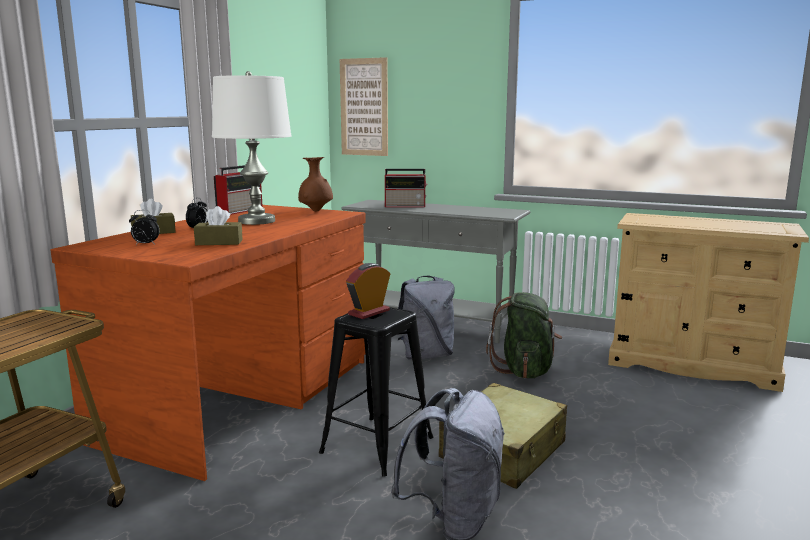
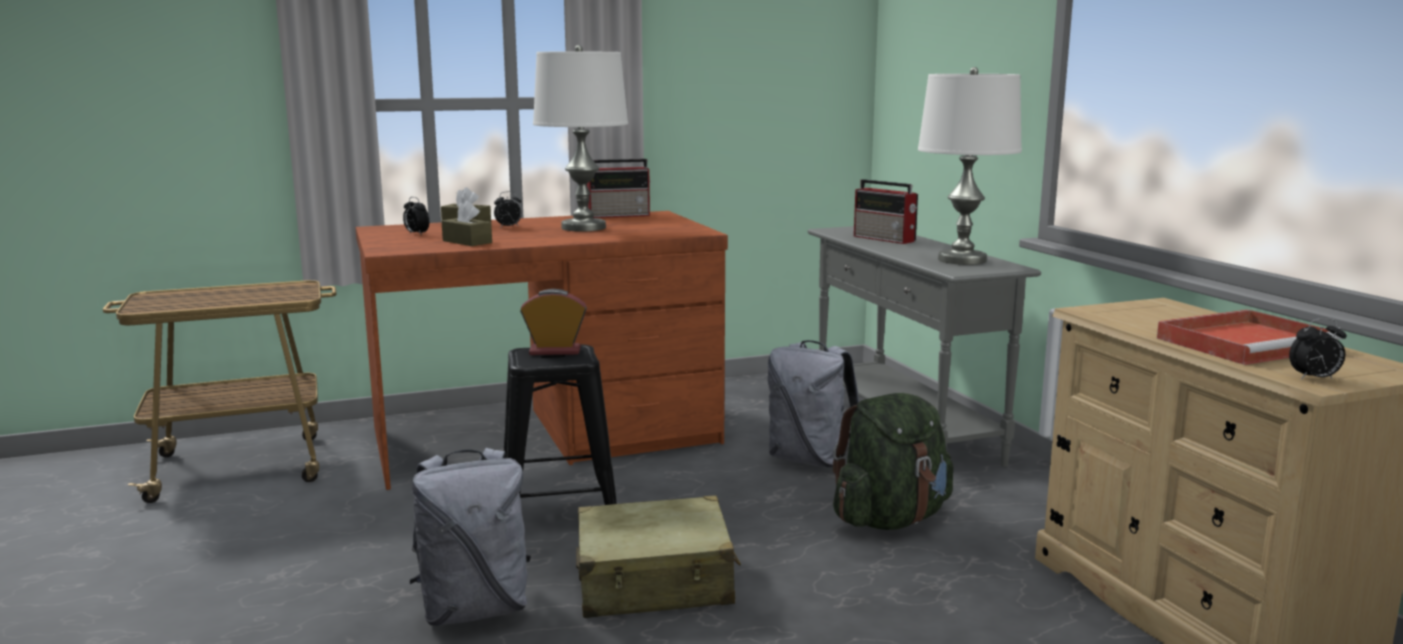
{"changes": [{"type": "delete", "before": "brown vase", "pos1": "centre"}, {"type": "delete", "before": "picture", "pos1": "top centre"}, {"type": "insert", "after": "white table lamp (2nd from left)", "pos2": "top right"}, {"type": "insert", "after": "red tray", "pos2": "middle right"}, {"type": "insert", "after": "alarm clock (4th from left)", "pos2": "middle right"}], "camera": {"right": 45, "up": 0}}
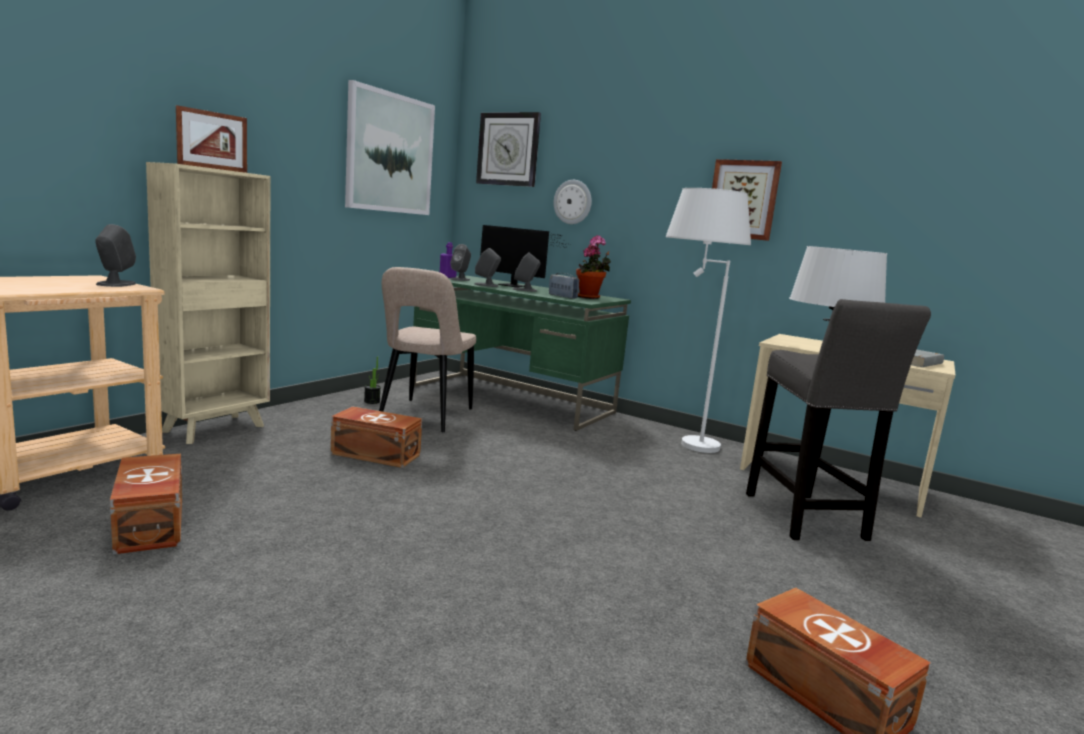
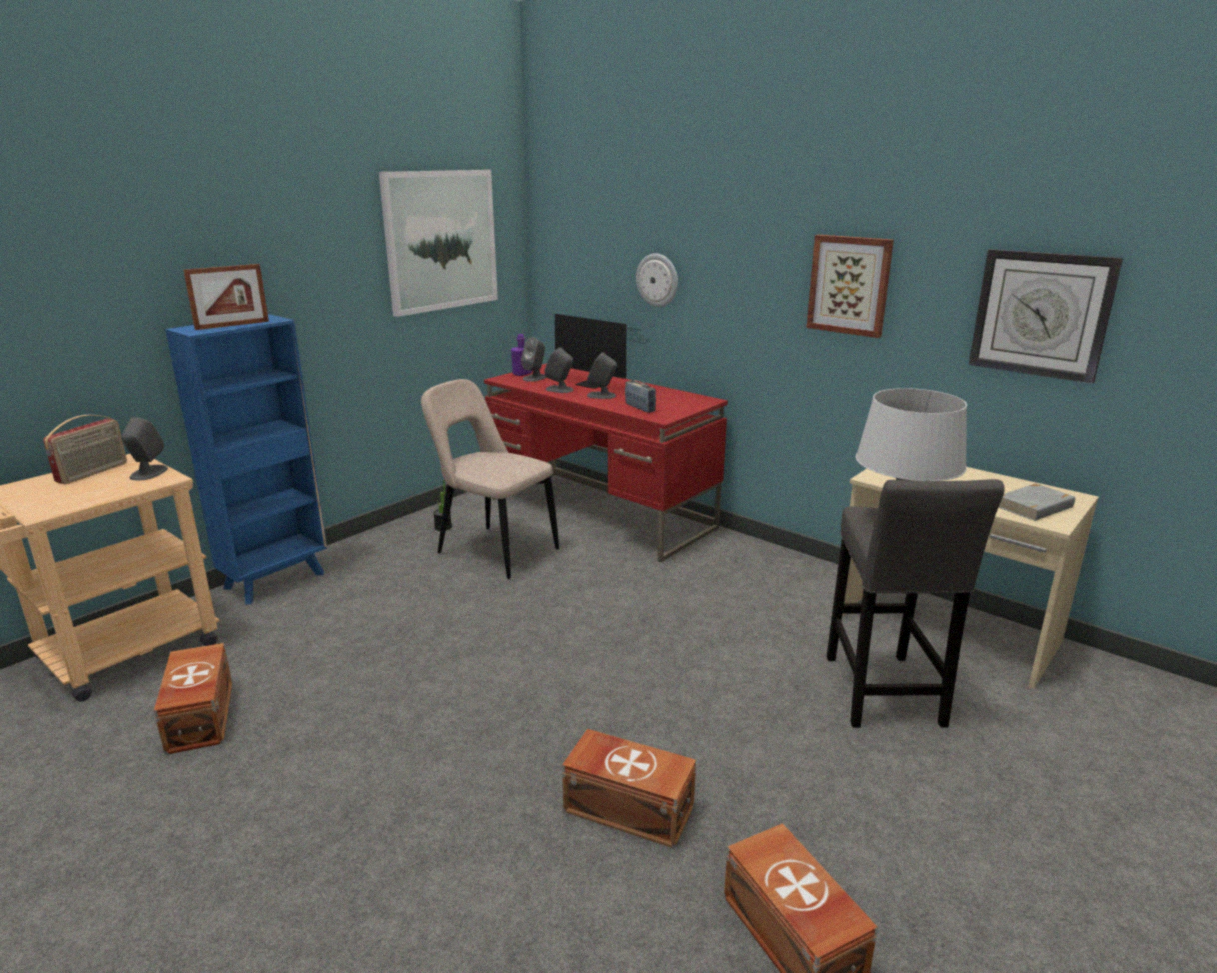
{"changes": [{"type": "recolor", "before": "beige bookcase", "after": "blue bookcase", "pos1": "middle left", "pos2": "middle left"}, {"type": "move", "before": "brown storage box (2nd from left)", "pos1": "centre", "pos2": "bottom centre"}, {"type": "rotate", "before": "beige chair", "pos1": "centre", "pos2": "centre", "turn": 105}, {"type": "recolor", "before": "green desk", "after": "red desk", "pos1": "centre", "pos2": "centre"}, {"type": "move", "before": "wall clock (1st from left in the first image)", "after": "wall clock (2nd from left)", "pos1": "top centre", "pos2": "top right"}, {"type": "delete", "before": "potted plant (2nd from left)", "pos1": "centre"}, {"type": "delete", "before": "white floor lamp", "pos1": "centre"}, {"type": "insert", "after": "radio (1st from left)", "pos2": "middle left"}], "camera": {"right": 10, "up": 10}}
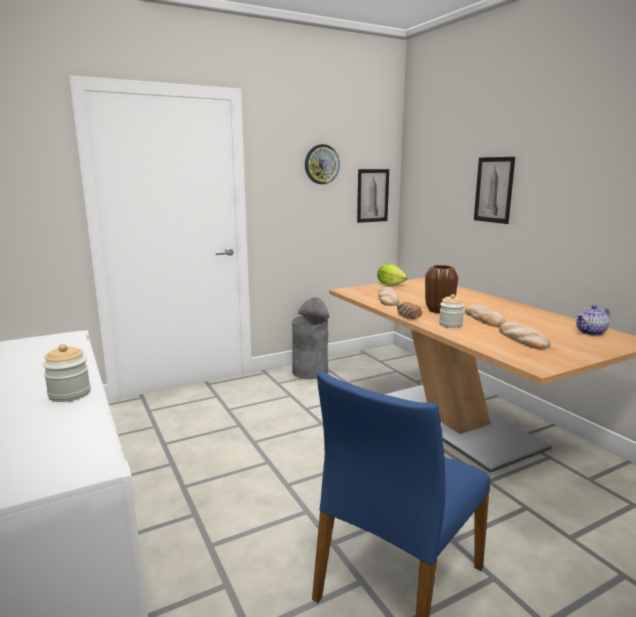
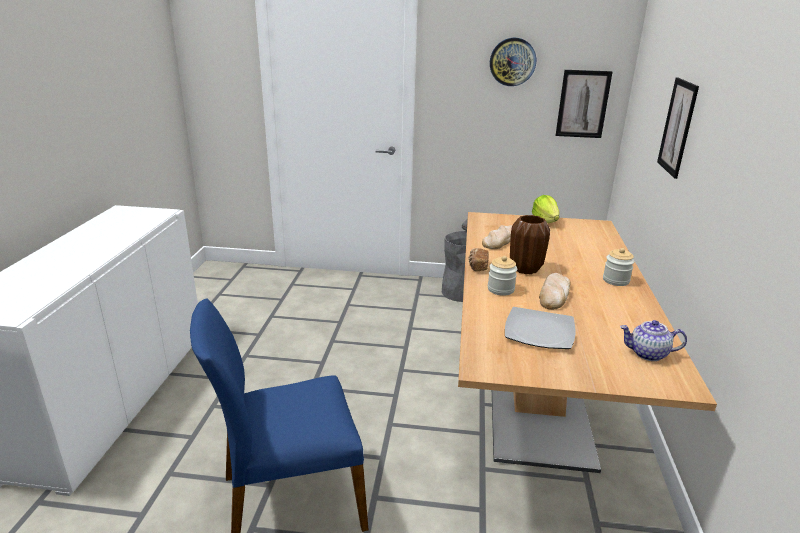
{"changes": [{"type": "move", "before": "jar (1st from left in the first image)", "after": "jar (2nd from left)", "pos1": "middle left", "pos2": "middle right"}, {"type": "replace", "before": "bread (4th from left)", "after": "plate", "pos1": "middle right", "pos2": "middle right"}], "camera": {"right": 35, "up": 10}}
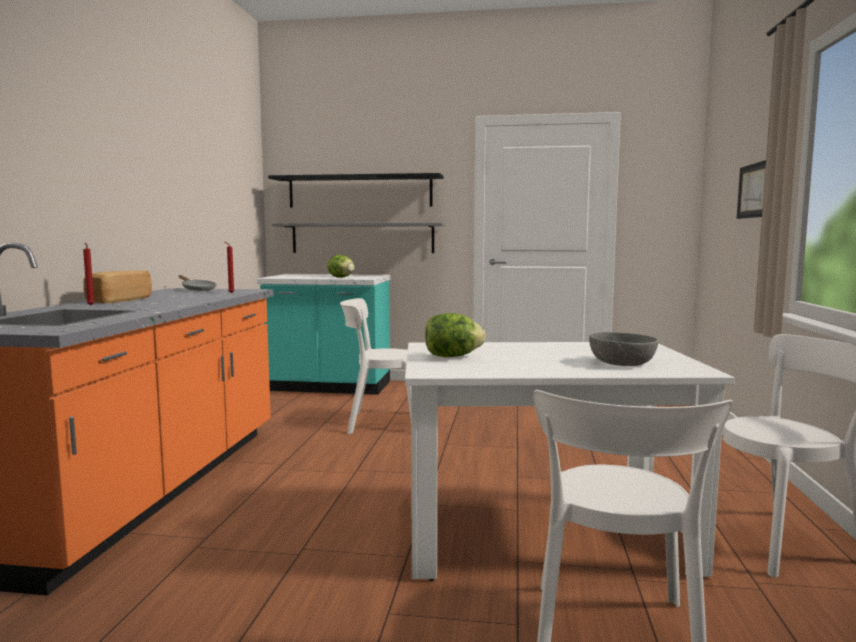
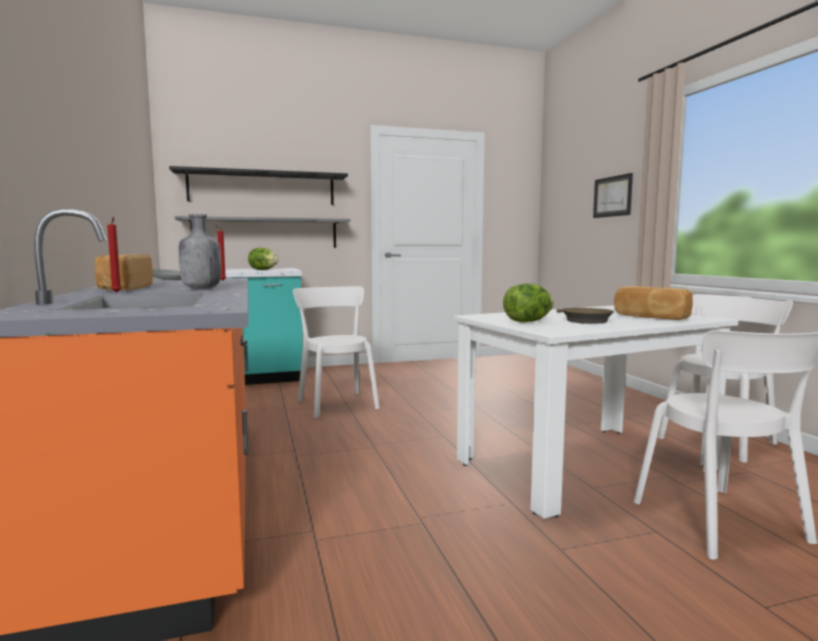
{"changes": [{"type": "rotate", "before": "white chair (1st from left)", "pos1": "centre", "pos2": "centre", "turn": 90}, {"type": "replace", "before": "grey bowl", "after": "bread (2nd from left)", "pos1": "middle right", "pos2": "middle right"}, {"type": "insert", "after": "grey bottle", "pos2": "middle left"}, {"type": "insert", "after": "brown frying pan", "pos2": "middle right"}], "camera": {"right": -25, "up": 0}}
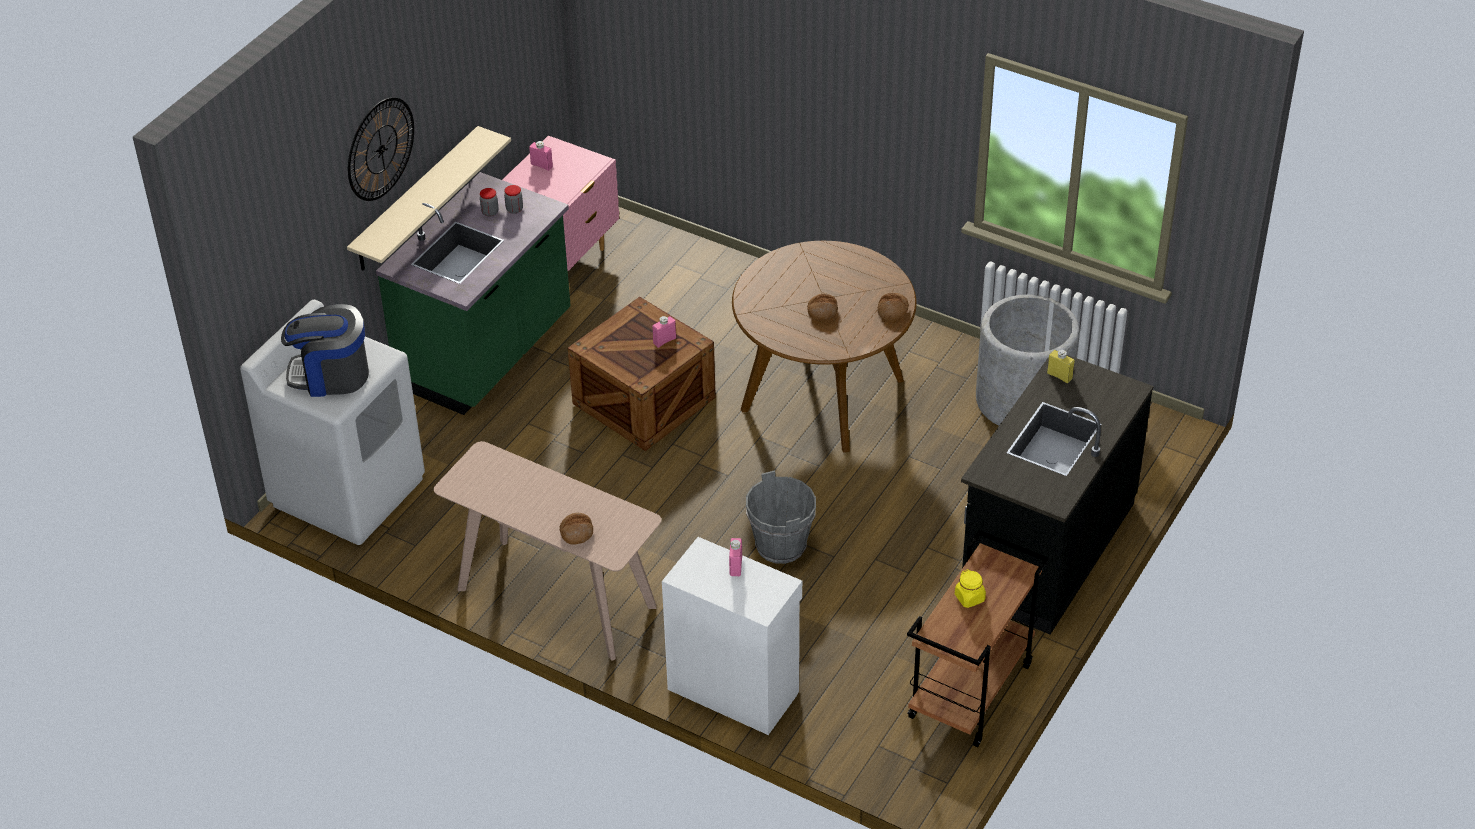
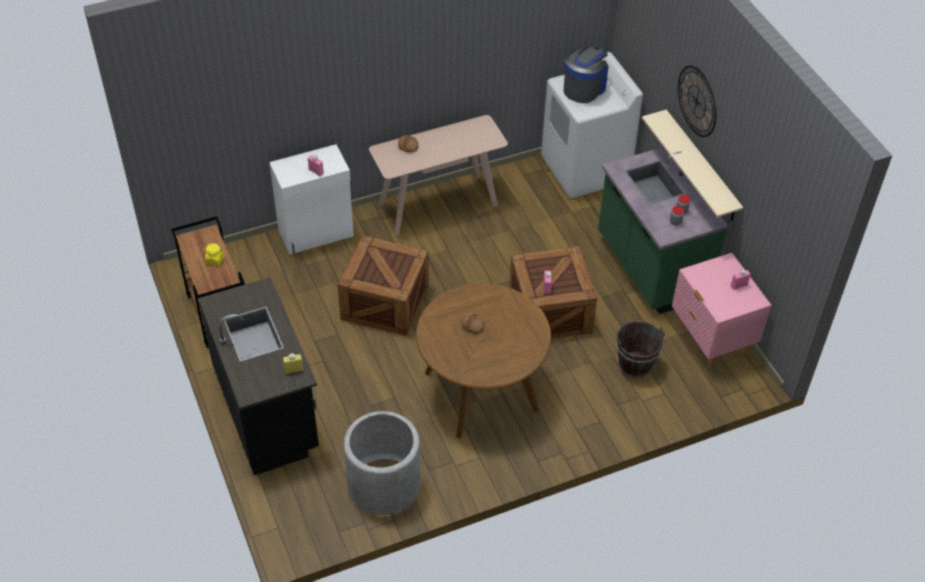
{"changes": [{"type": "replace", "before": "grey bucket", "after": "crate (1st from left)", "pos1": "centre", "pos2": "centre"}, {"type": "delete", "before": "bread (3rd from left)", "pos1": "centre"}, {"type": "insert", "after": "brown bucket", "pos2": "middle right"}], "camera": {"right": 125, "up": 5}}
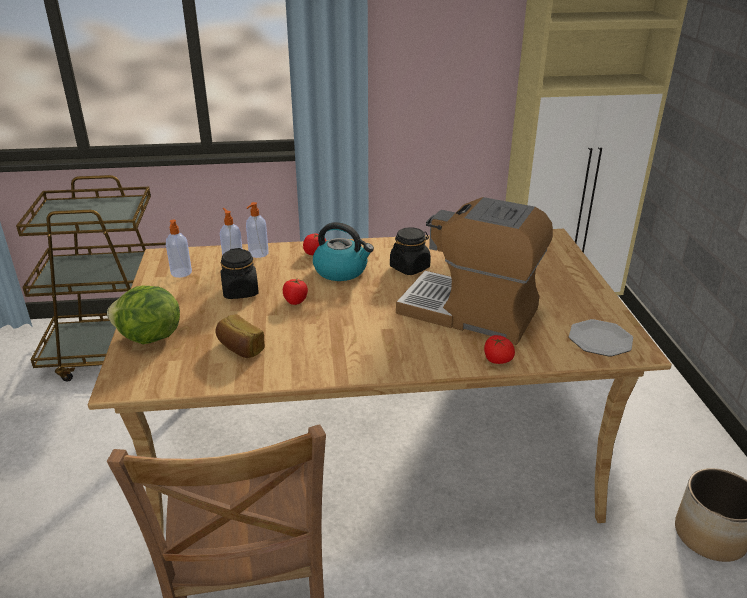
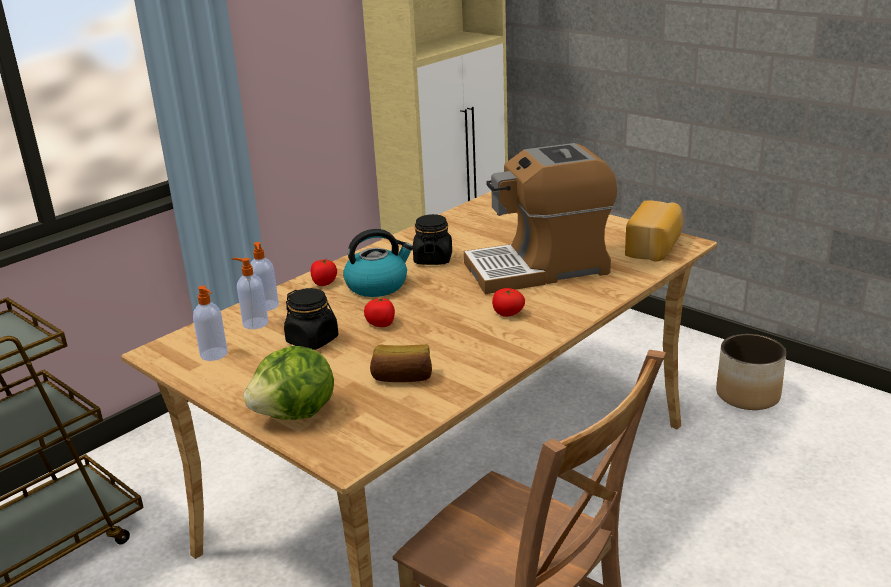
{"changes": [{"type": "move", "before": "tomato (3rd from left)", "pos1": "middle right", "pos2": "centre"}, {"type": "replace", "before": "plate", "after": "bread (2nd from left)", "pos1": "middle right", "pos2": "middle right"}], "camera": {"right": -40, "up": -5}}
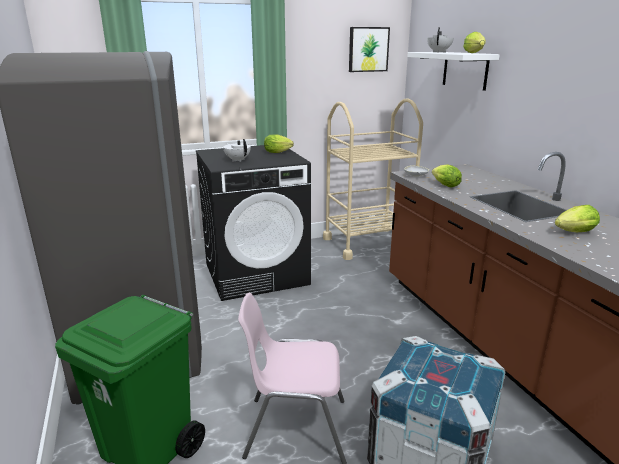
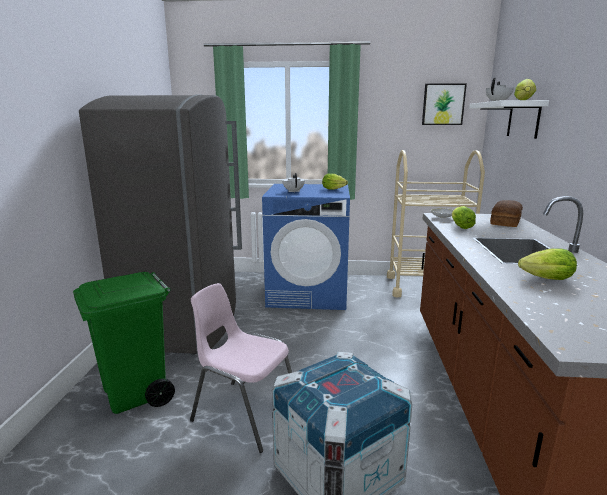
{"changes": [{"type": "recolor", "before": "black washing machine", "after": "blue washing machine", "pos1": "centre", "pos2": "centre"}, {"type": "insert", "after": "bread", "pos2": "middle right"}], "camera": {"right": 25, "up": -5}}
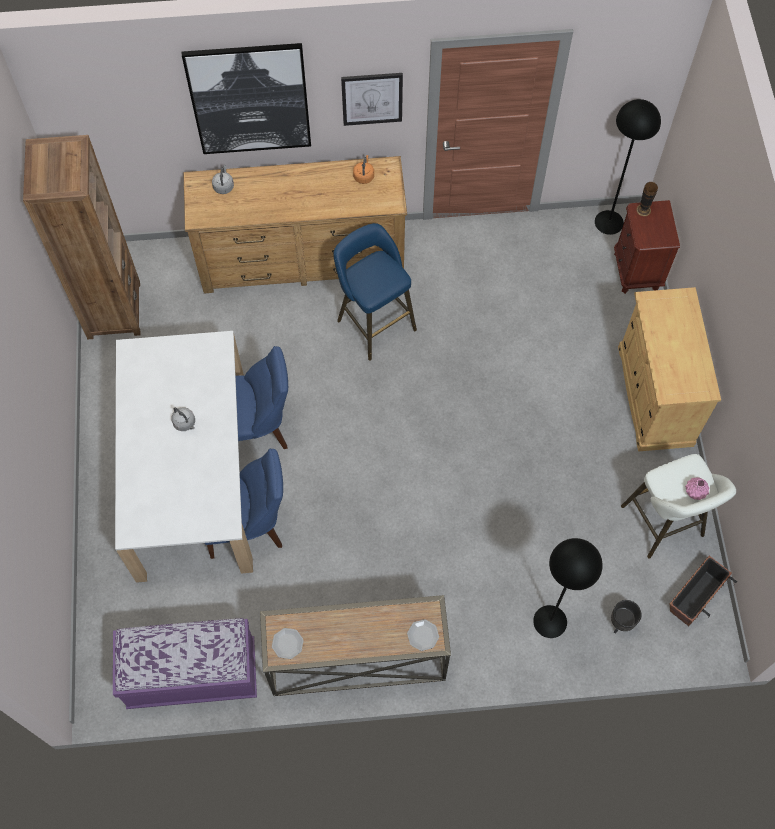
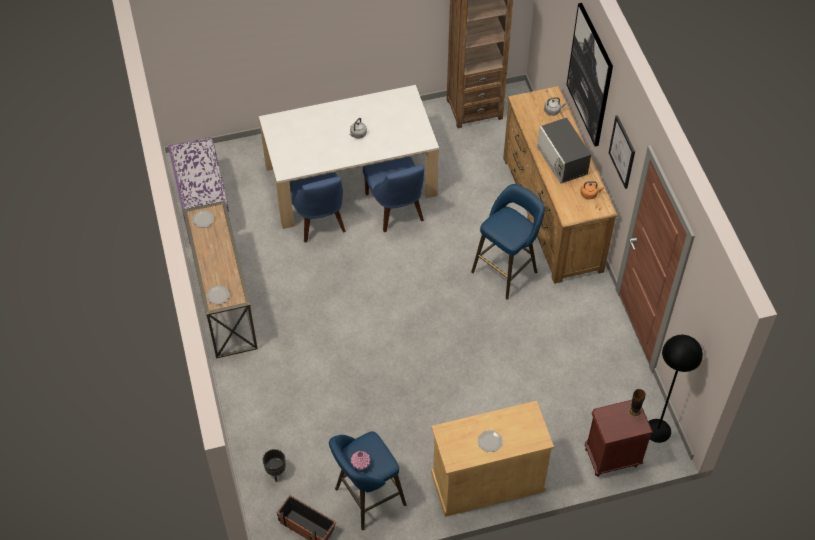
{"changes": [{"type": "delete", "before": "black floor lamp (1st from left)", "pos1": "bottom right"}, {"type": "recolor", "before": "white stool", "after": "blue stool (1st from left)", "pos1": "middle right", "pos2": "bottom centre"}, {"type": "insert", "after": "plate (3rd from left)", "pos2": "bottom centre"}, {"type": "insert", "after": "microwave", "pos2": "top right"}], "camera": {"right": 80, "up": -10}}
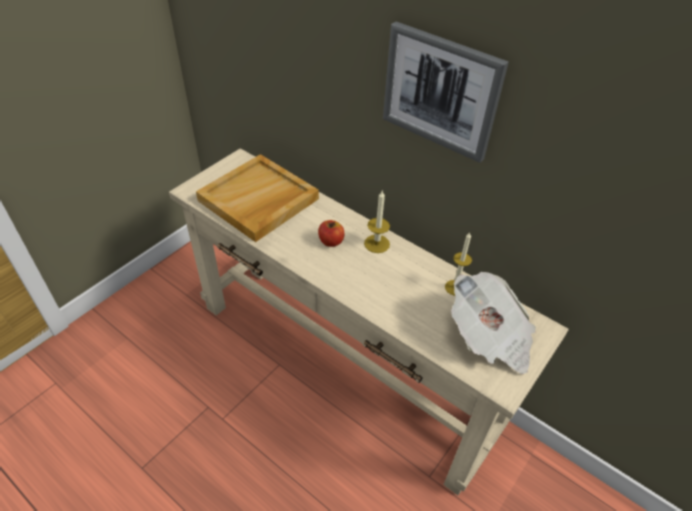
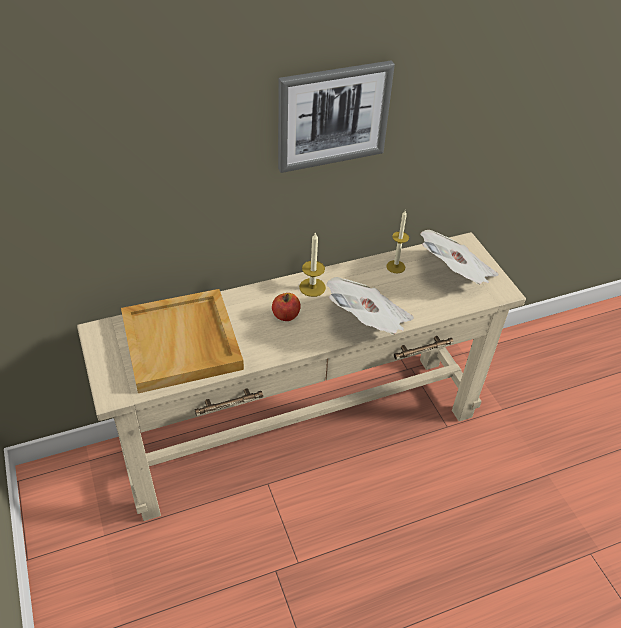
{"changes": [{"type": "insert", "after": "newspaper (1st from left)", "pos2": "centre"}], "camera": {"right": -60, "up": 0}}
